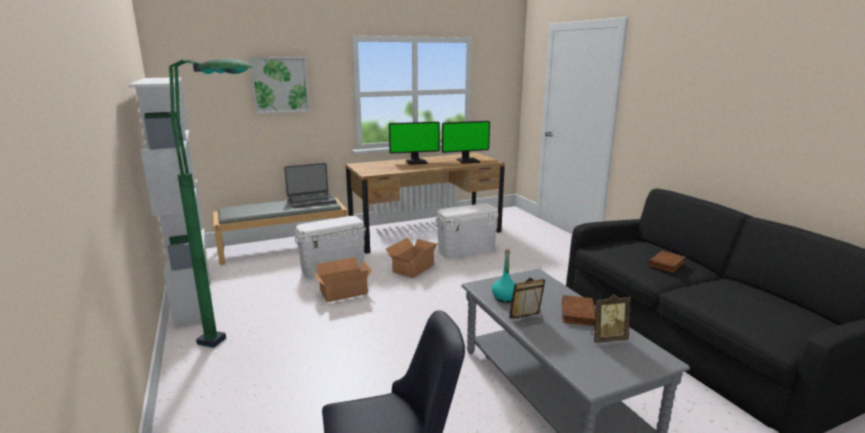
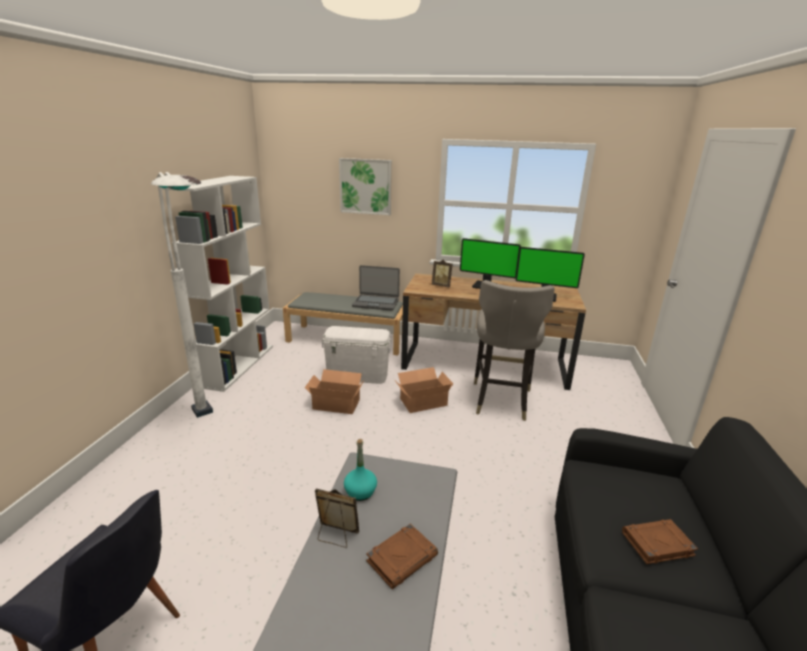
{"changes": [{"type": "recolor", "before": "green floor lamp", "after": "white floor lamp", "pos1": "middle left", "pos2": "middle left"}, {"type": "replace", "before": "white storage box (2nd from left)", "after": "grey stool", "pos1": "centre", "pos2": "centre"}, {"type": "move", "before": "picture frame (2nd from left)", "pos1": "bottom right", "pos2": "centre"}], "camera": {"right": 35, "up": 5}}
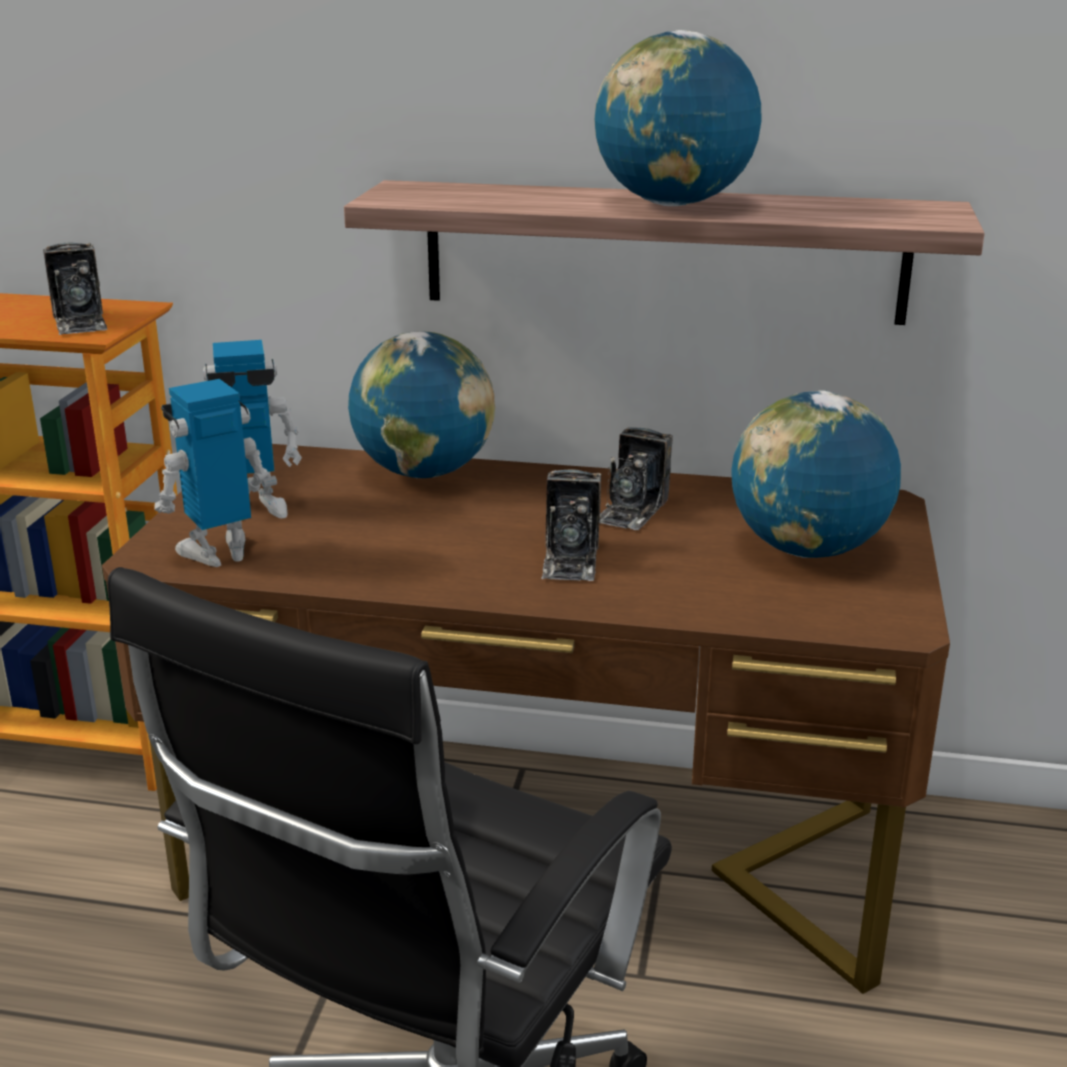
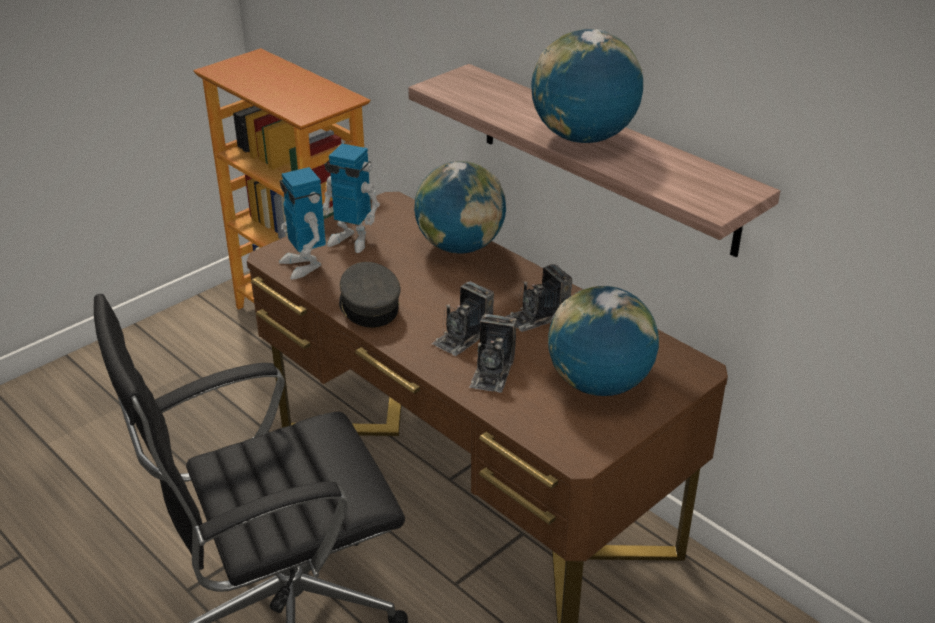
{"changes": [{"type": "move", "before": "photo camera (1st from left in the first image)", "after": "photo camera (2nd from left)", "pos1": "top left", "pos2": "centre"}, {"type": "rotate", "before": "toy robot (1st from left)", "pos1": "middle left", "pos2": "middle left", "turn": -120}, {"type": "insert", "after": "grey cap", "pos2": "centre"}], "camera": {"right": 35, "up": 10}}
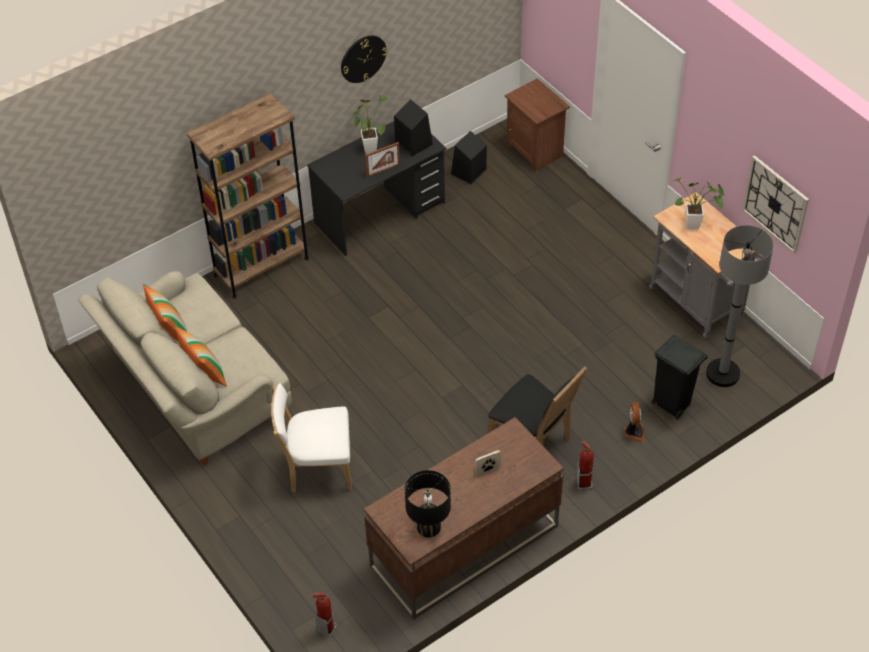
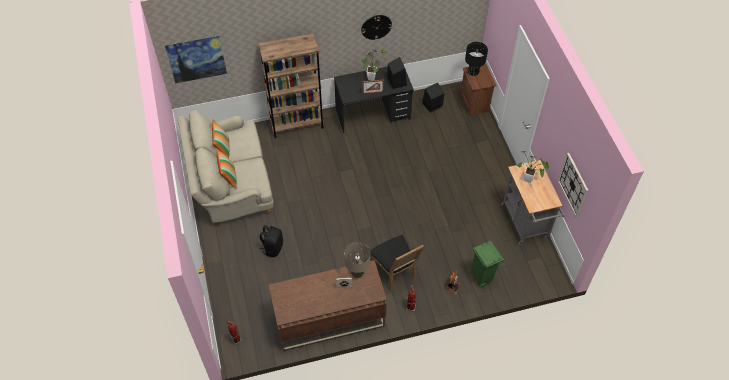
{"changes": [{"type": "replace", "before": "white chair", "after": "black backpack", "pos1": "bottom centre", "pos2": "centre"}, {"type": "move", "before": "black table lamp", "pos1": "bottom centre", "pos2": "top centre"}, {"type": "recolor", "before": "black trash can", "after": "green trash can", "pos1": "middle right", "pos2": "bottom right"}, {"type": "delete", "before": "grey floor lamp", "pos1": "middle right"}, {"type": "insert", "after": "picture", "pos2": "top left"}, {"type": "insert", "after": "beige table lamp", "pos2": "bottom centre"}], "camera": {"right": 20, "up": 5}}
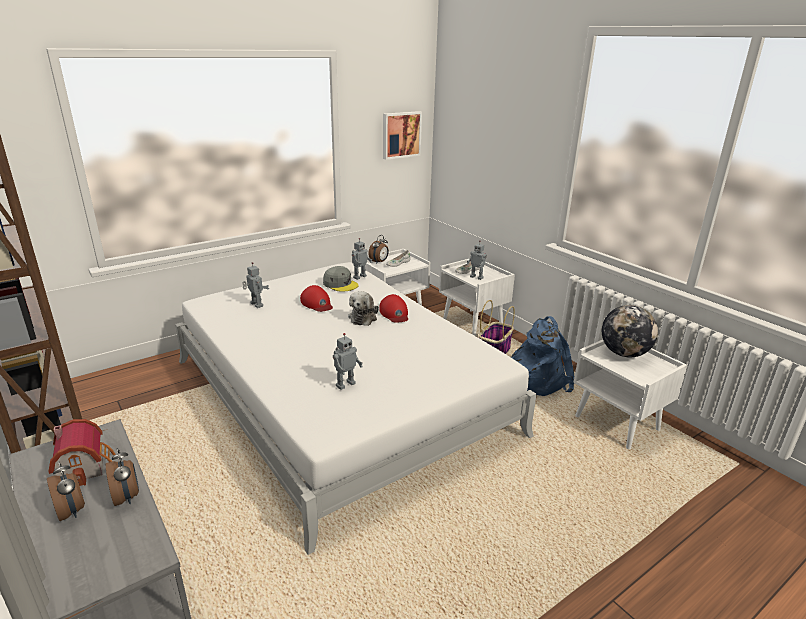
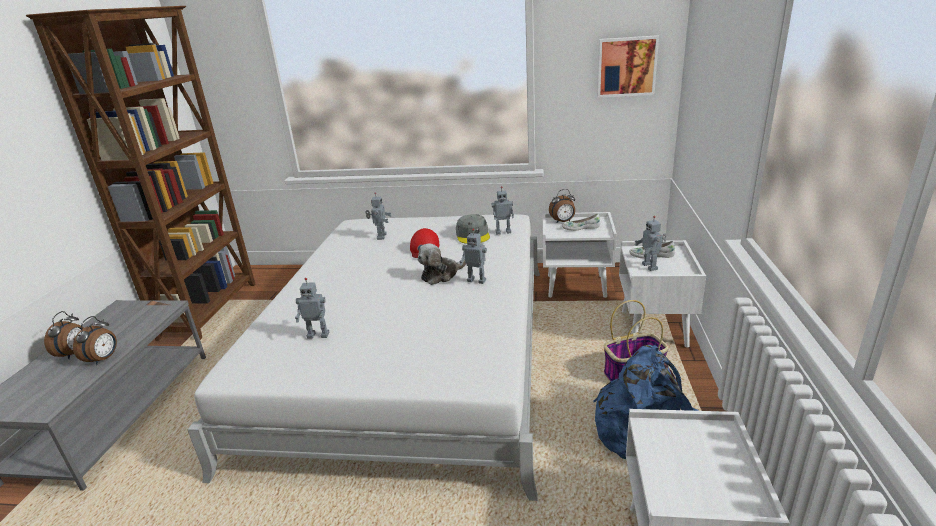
{"changes": [{"type": "delete", "before": "toy house", "pos1": "bottom left"}, {"type": "replace", "before": "red cap (2nd from left)", "after": "toy robot (3rd from left)", "pos1": "centre", "pos2": "centre"}, {"type": "delete", "before": "globe", "pos1": "middle right"}], "camera": {"right": 45, "up": 0}}
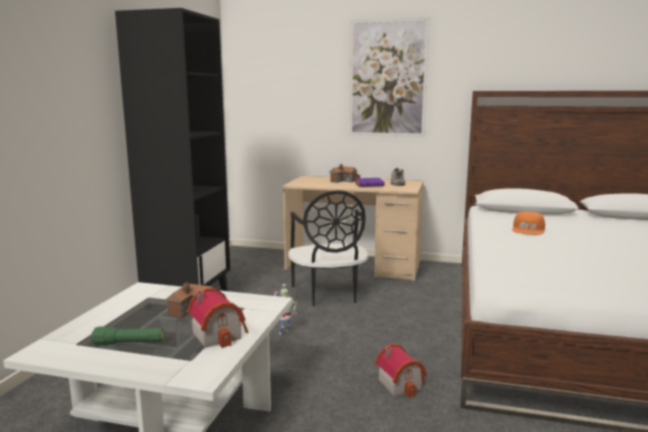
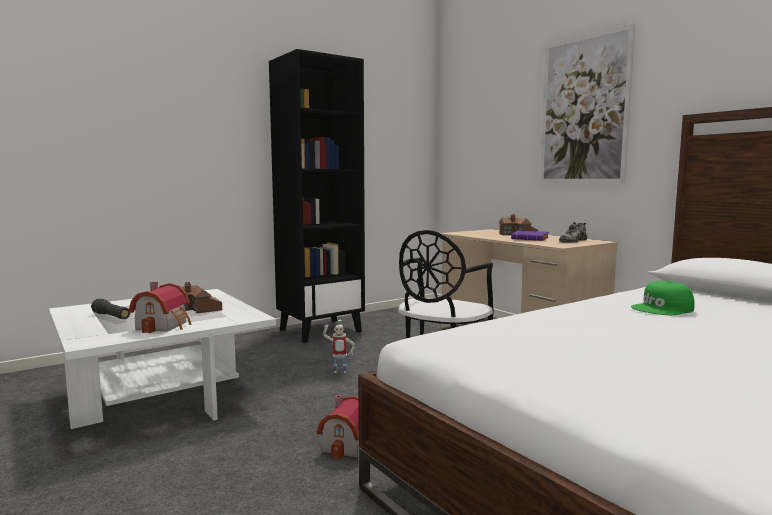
{"changes": [{"type": "recolor", "before": "green flashlight", "after": "black flashlight", "pos1": "bottom left", "pos2": "middle left"}, {"type": "recolor", "before": "orange cap", "after": "green cap", "pos1": "middle right", "pos2": "middle right"}], "camera": {"right": 40, "up": -5}}
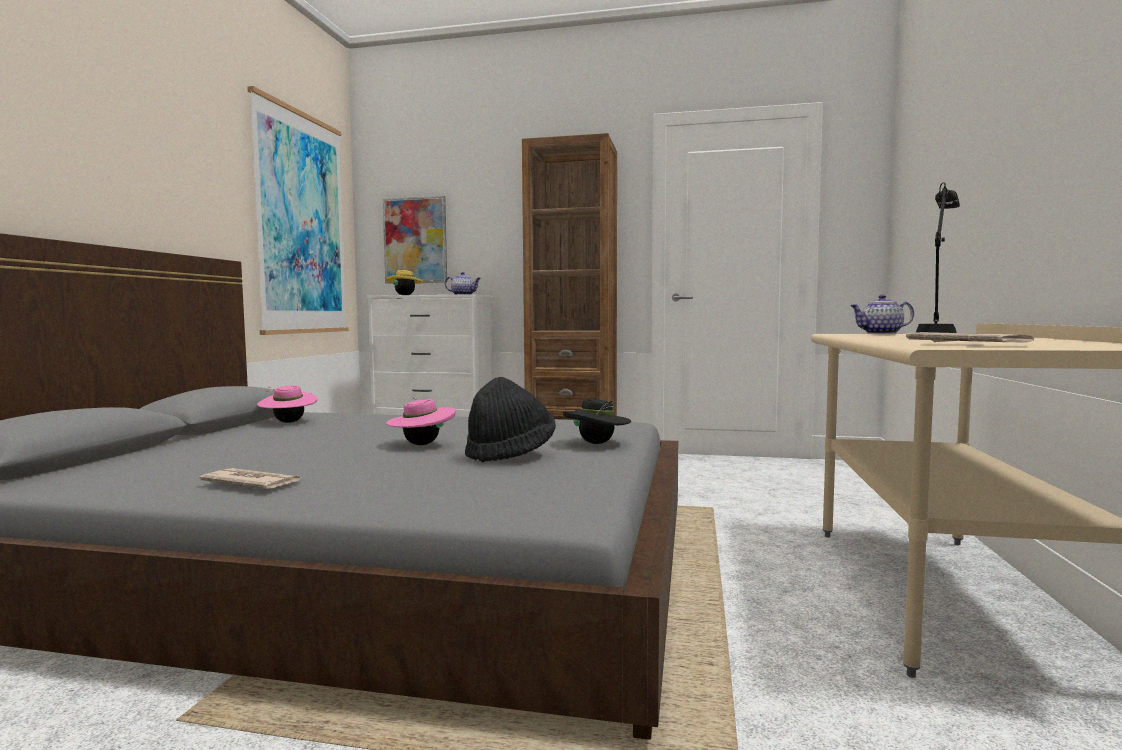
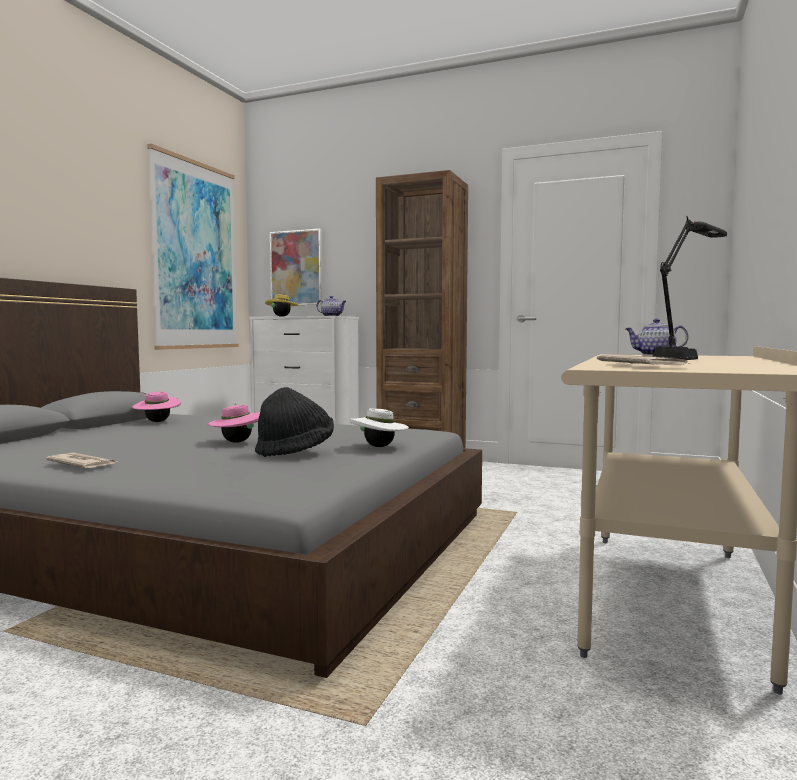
{"changes": [{"type": "recolor", "before": "black hat (2nd from left)", "after": "white hat", "pos1": "centre", "pos2": "centre"}], "camera": {"right": 10, "up": 0}}
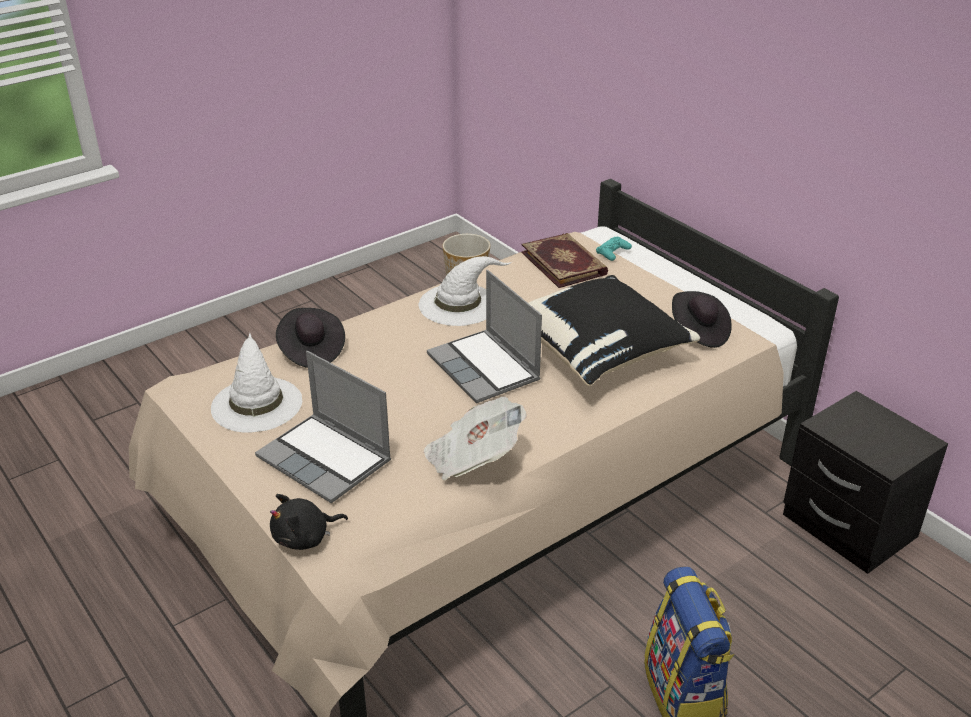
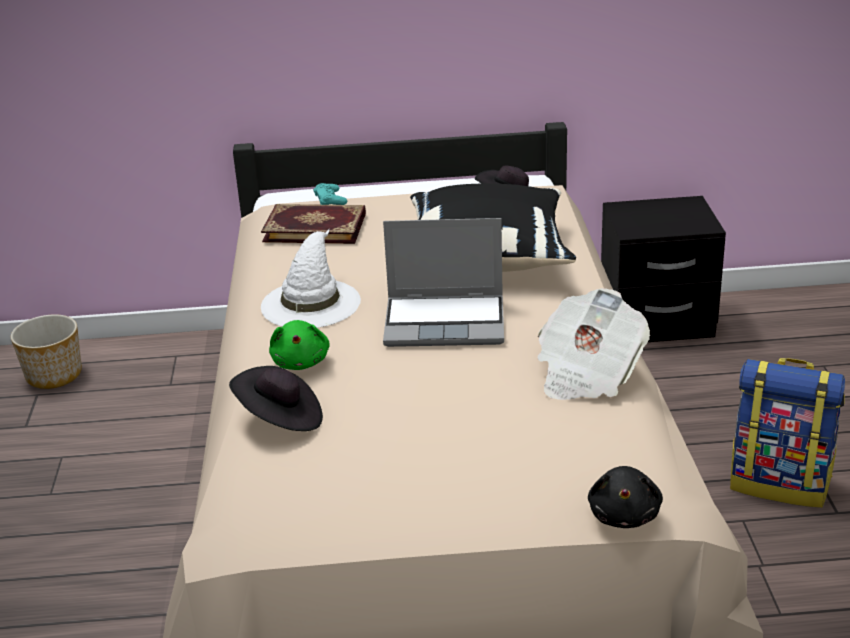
{"changes": [{"type": "delete", "before": "white hat (1st from left)", "pos1": "middle left"}, {"type": "delete", "before": "laptop (1st from left)", "pos1": "middle left"}, {"type": "insert", "after": "green plush toy", "pos2": "centre"}], "camera": {"right": -55, "up": -5}}
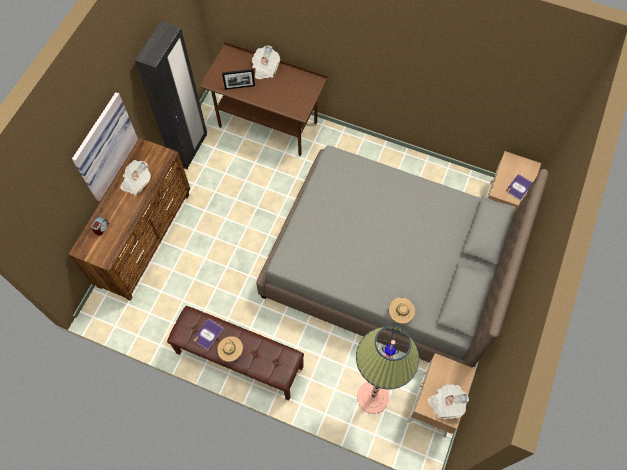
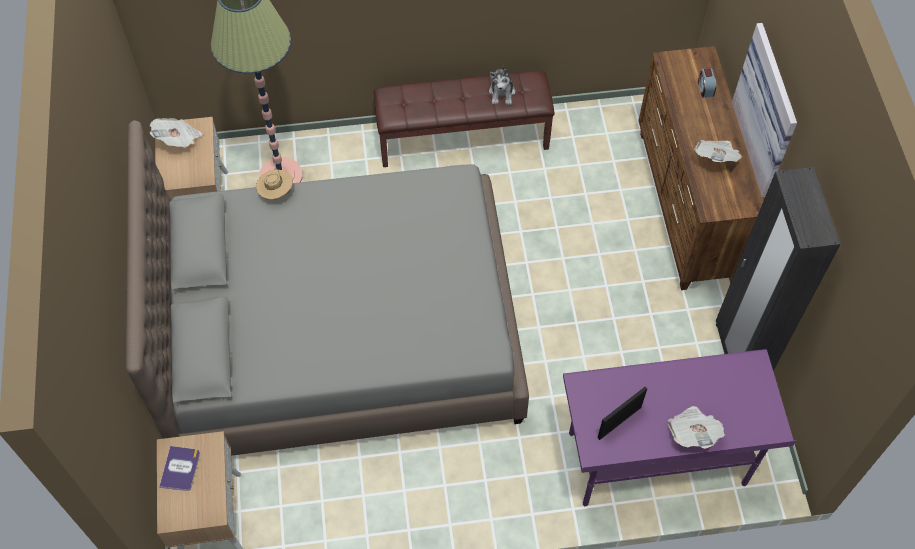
{"changes": [{"type": "replace", "before": "book (1st from left)", "after": "plush toy", "pos1": "bottom left", "pos2": "top centre"}, {"type": "recolor", "before": "brown desk", "after": "purple desk", "pos1": "top centre", "pos2": "bottom right"}, {"type": "delete", "before": "beige hat (1st from left)", "pos1": "bottom centre"}, {"type": "move", "before": "picture frame", "pos1": "top centre", "pos2": "bottom right"}], "camera": {"right": 150, "up": -5}}
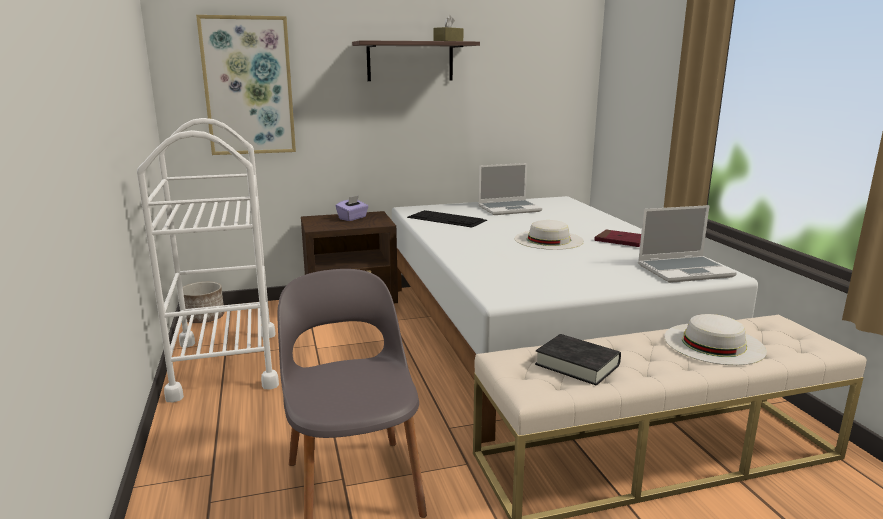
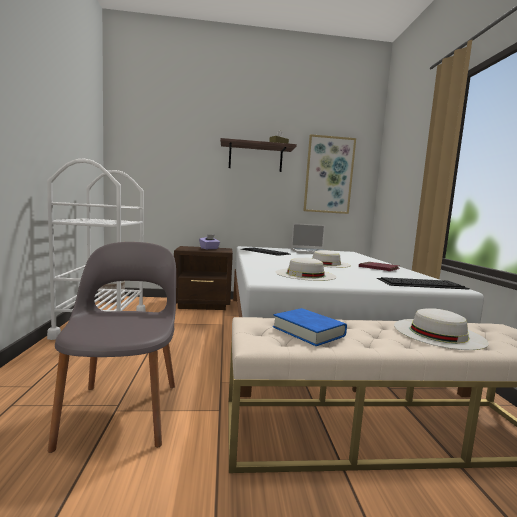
{"changes": [{"type": "move", "before": "picture", "pos1": "top left", "pos2": "centre"}, {"type": "recolor", "before": "black book", "after": "blue book", "pos1": "bottom centre", "pos2": "centre"}, {"type": "replace", "before": "laptop (2nd from left)", "after": "keyboard (2nd from left)", "pos1": "middle right", "pos2": "middle right"}, {"type": "insert", "after": "white hat (1st from left)", "pos2": "centre"}], "camera": {"right": 10, "up": -10}}
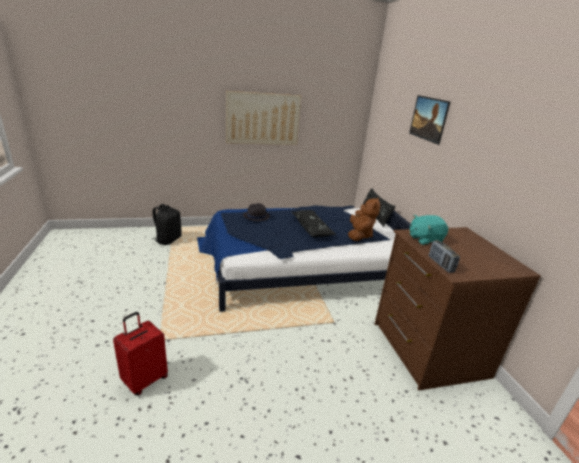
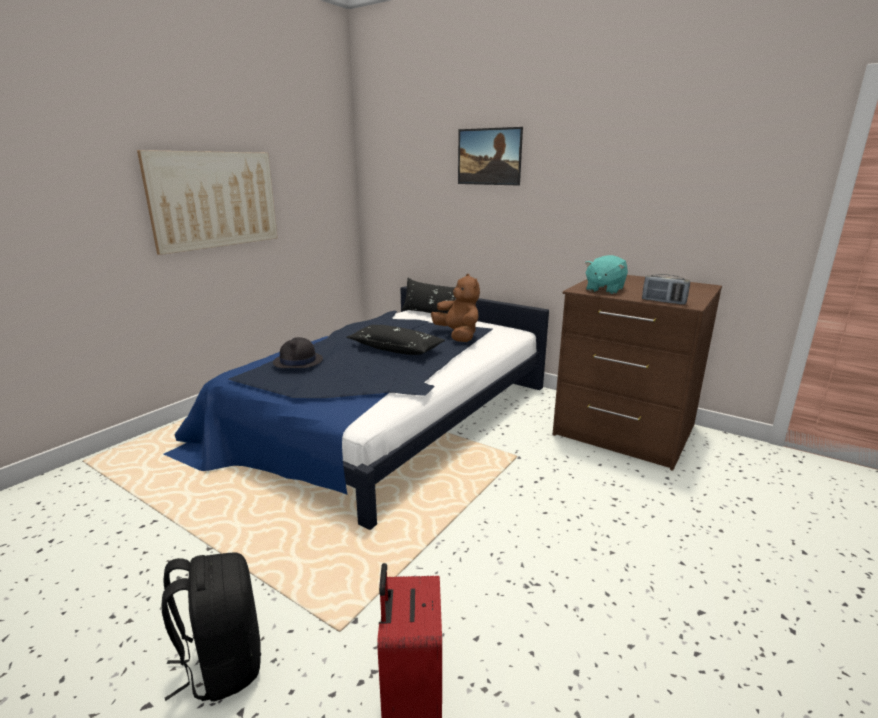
{"changes": [{"type": "move", "before": "black backpack", "pos1": "middle left", "pos2": "bottom left"}], "camera": {"right": -40, "up": -5}}
